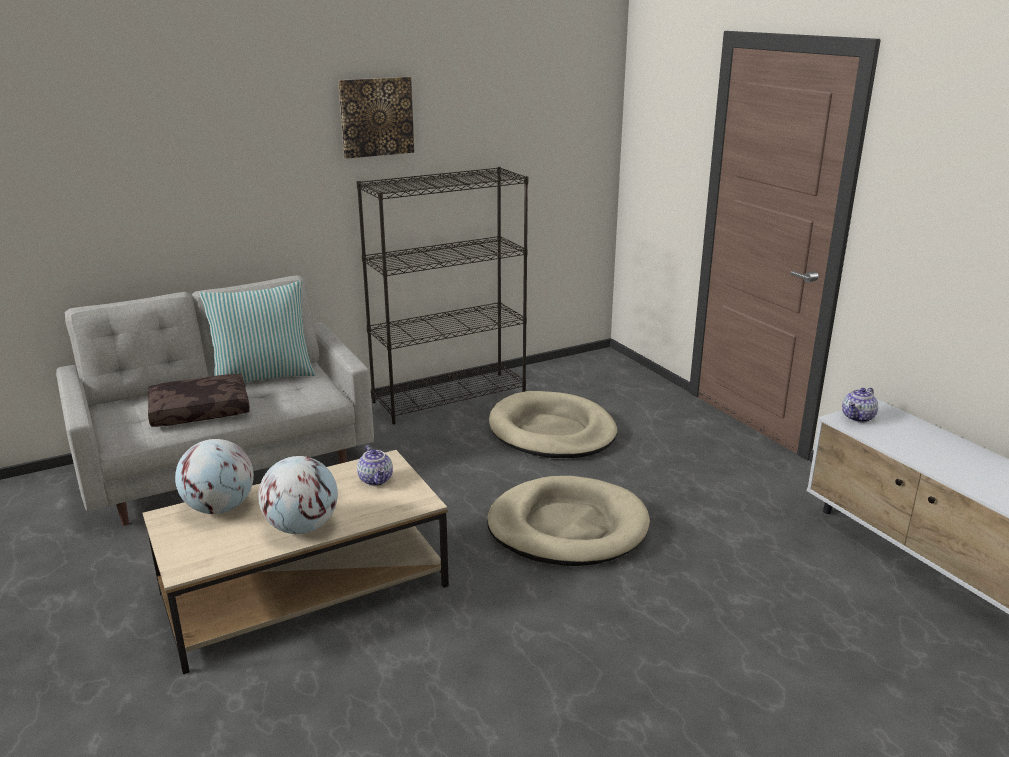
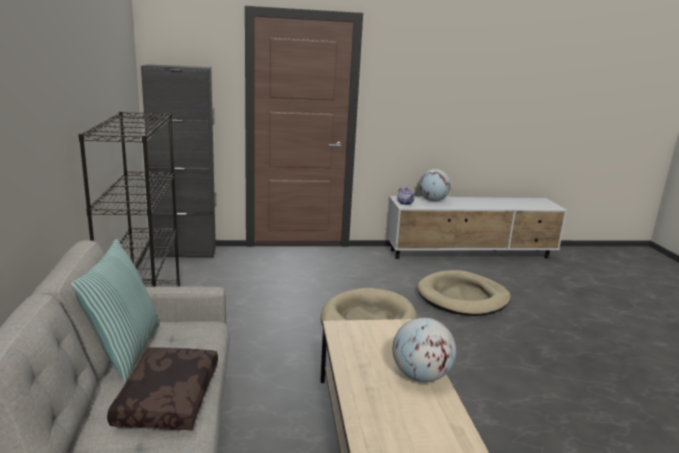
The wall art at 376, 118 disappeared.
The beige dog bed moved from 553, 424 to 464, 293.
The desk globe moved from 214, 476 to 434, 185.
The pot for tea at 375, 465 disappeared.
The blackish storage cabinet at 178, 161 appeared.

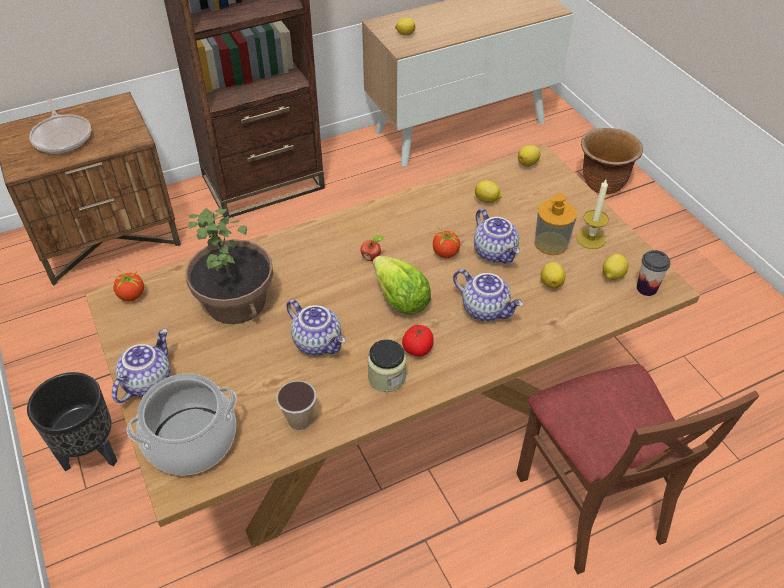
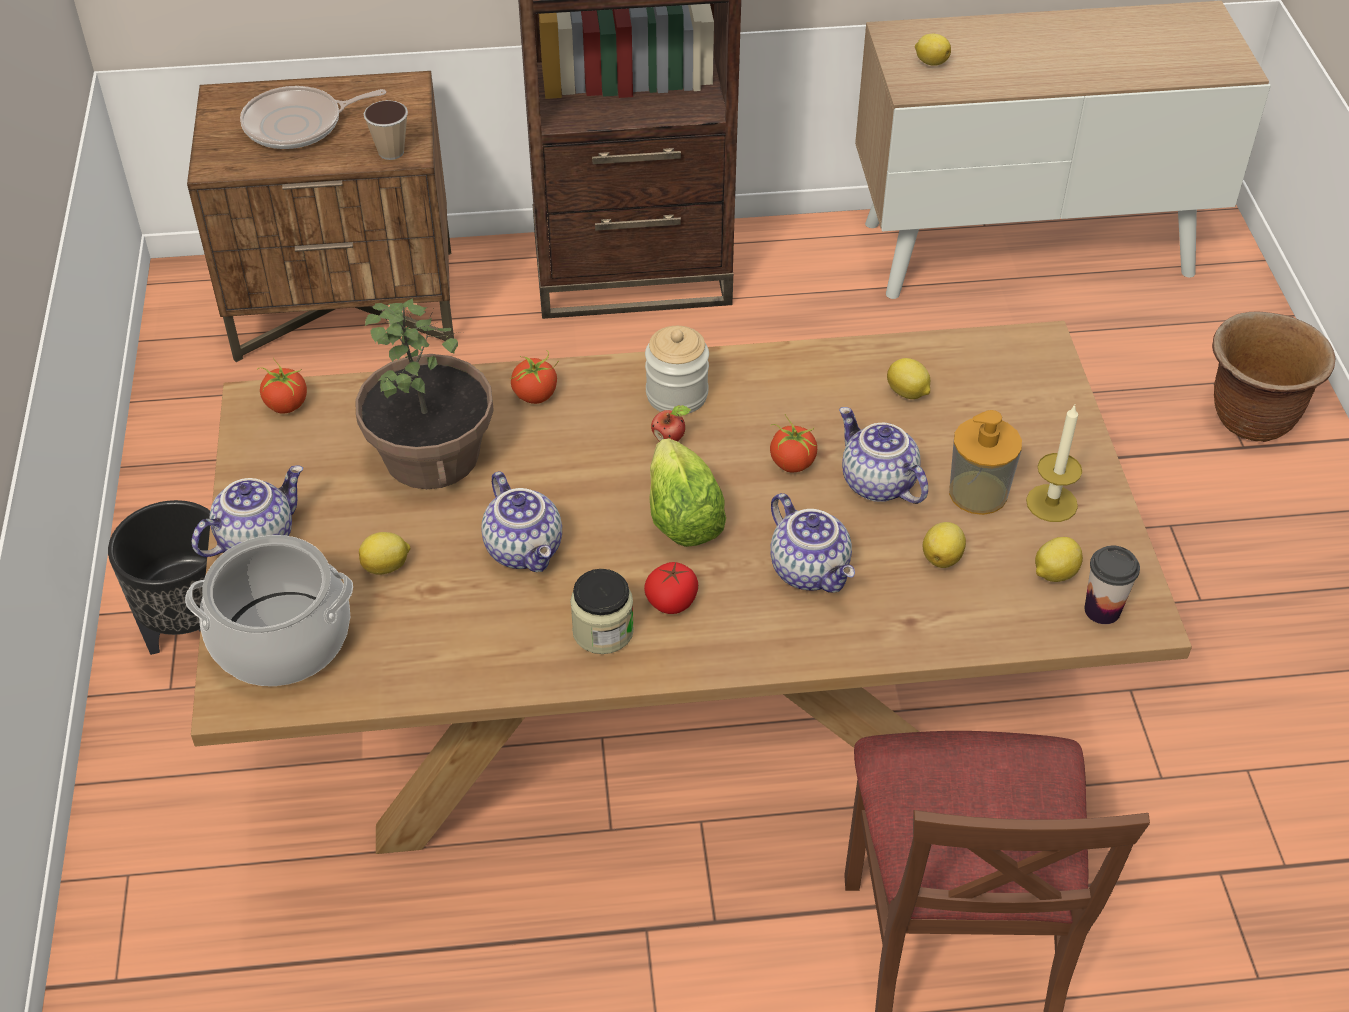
The pan at 60, 126 turned 75 degrees clockwise.
The whole lemon moved from 529, 156 to 384, 553.
The pot for tea at 497, 236 turned 150 degrees clockwise.
The drinking cup moved from 296, 405 to 386, 130.
The storage jar at 677, 370 appeared.
The whole tomato at 534, 377 appeared.

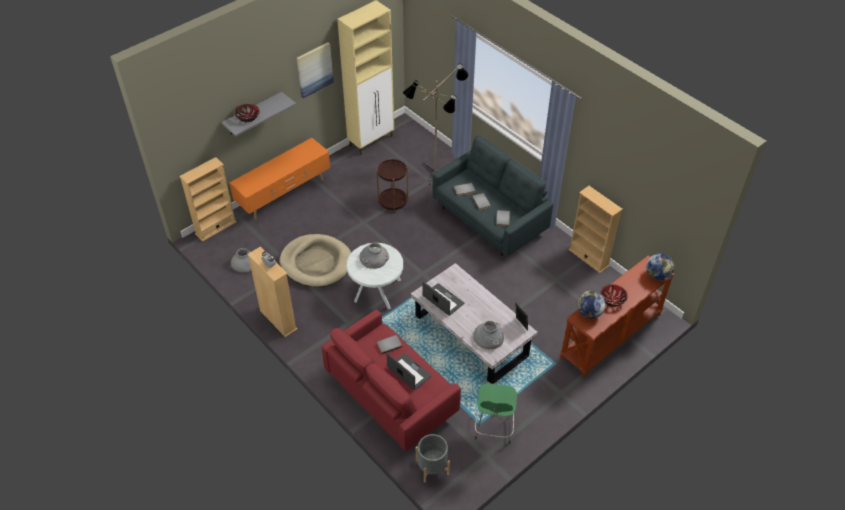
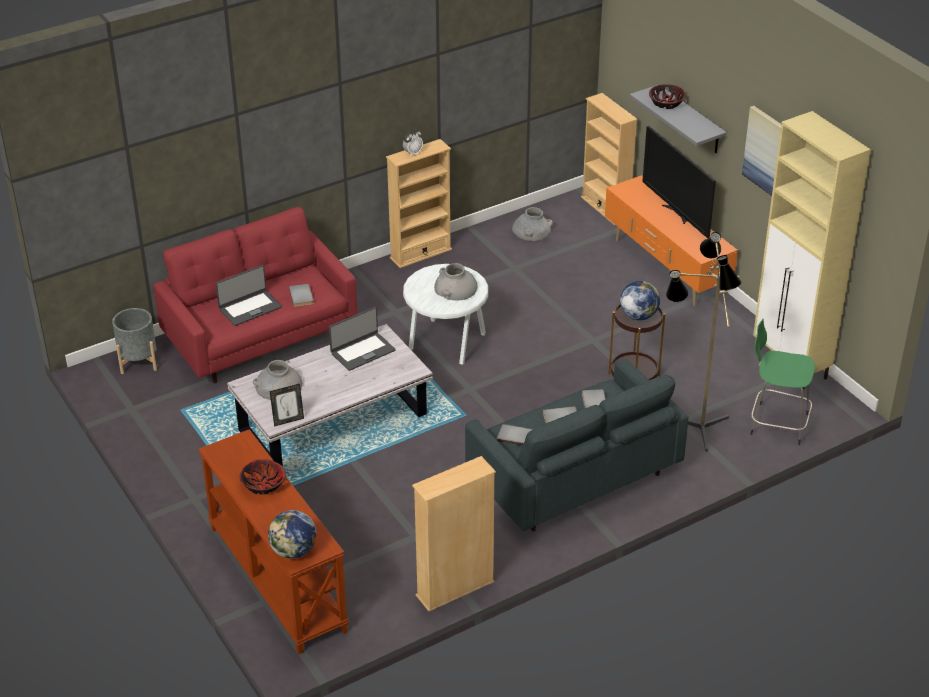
The beige dog bed at 315, 260 disappeared.
The desk globe moved from 591, 305 to 640, 300.
The green stool seat moved from 496, 413 to 782, 382.
The television at 679, 182 appeared.

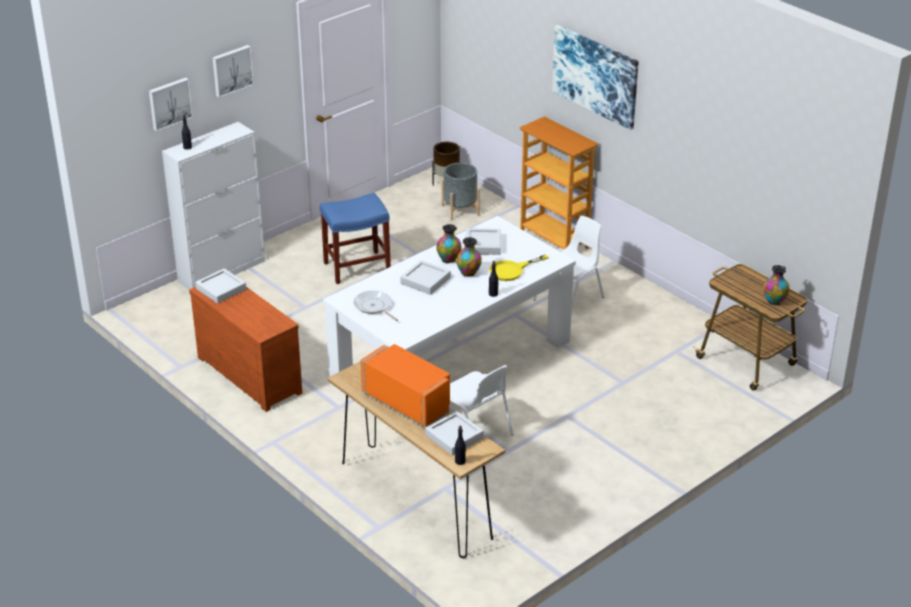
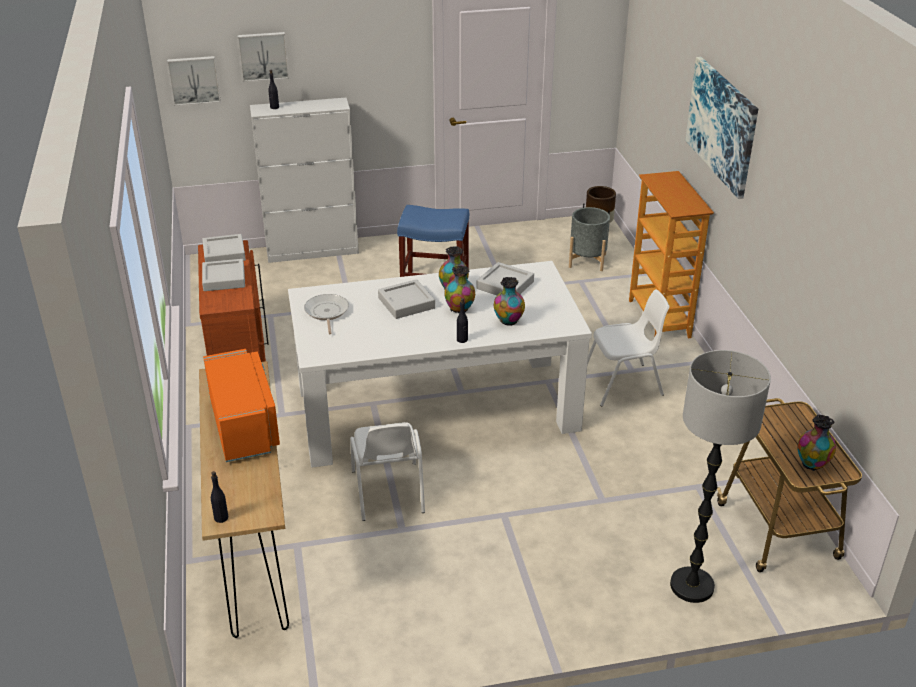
The wall art moved from 233, 71 to 194, 81.
The yellow-coloured pan at 518, 268 was replaced by the flower vase at 509, 301.
The gray serving tray moved from 454, 433 to 223, 275.
The standard lamp at 720, 476 appeared.

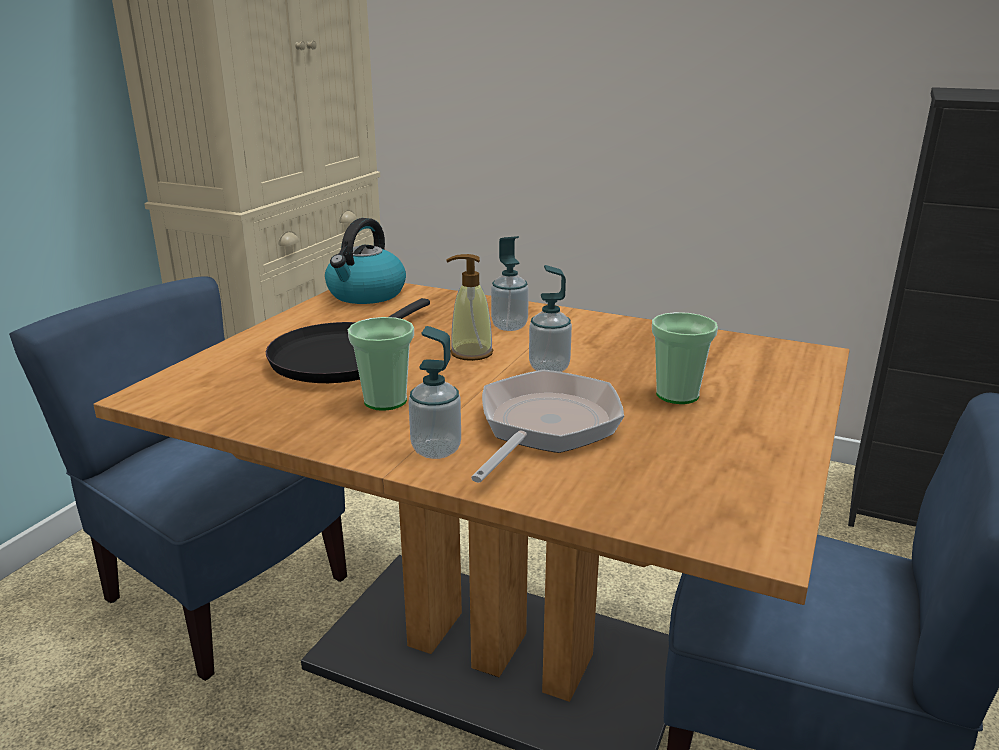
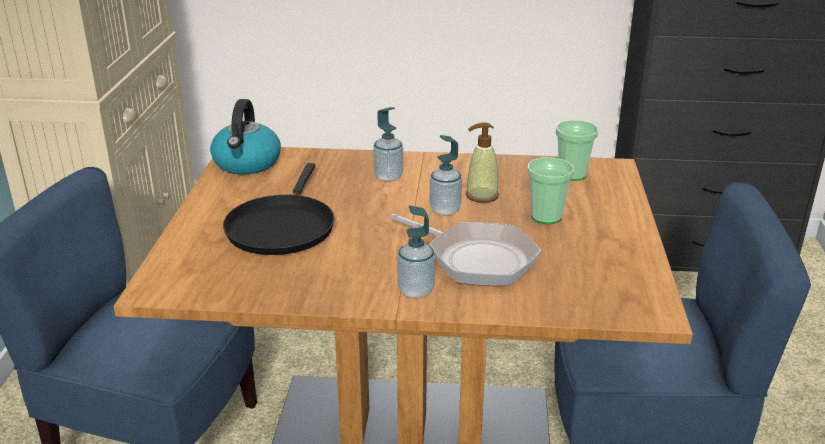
The soap bottle moved from 470, 307 to 482, 162.
The drinking cup moved from 381, 364 to 577, 150.
The pan at 547, 426 turned 120 degrees clockwise.

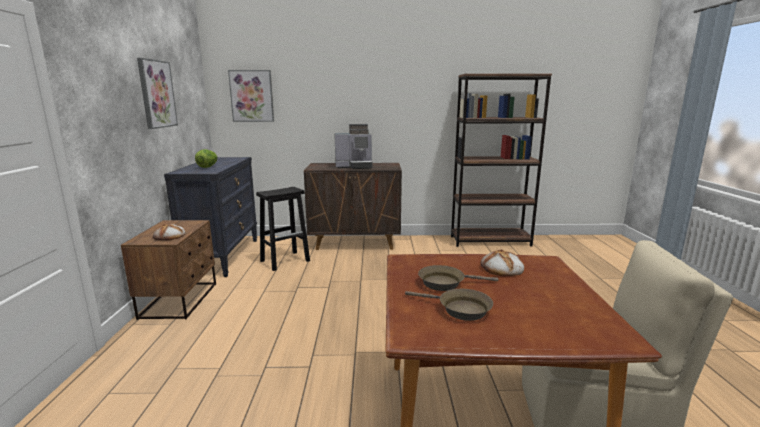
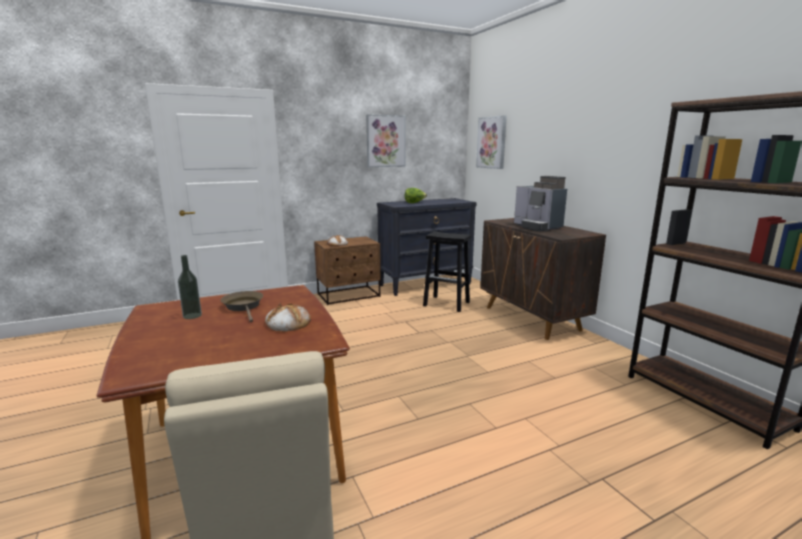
The brown pan at 449, 305 was replaced by the drink bottle at 190, 287.

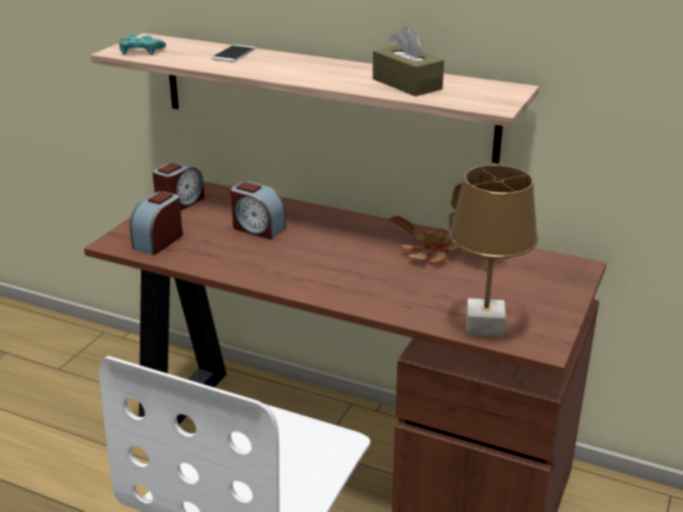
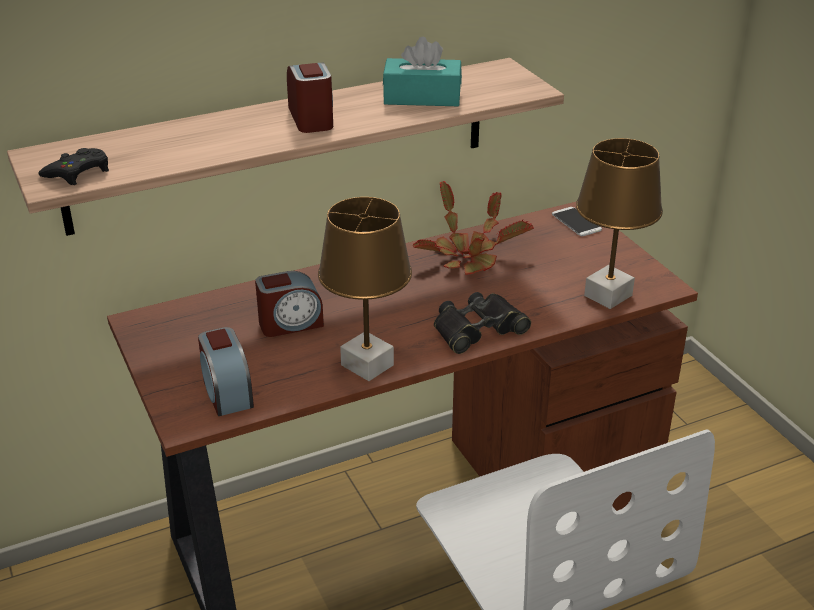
The brown tissue box at 408, 61 became the turquoise-coloured tissue box at 422, 71.
The turquoise-coloured joypad at 142, 44 became the blackish joypad at 73, 166.
The telephone moved from 233, 53 to 577, 221.
The table clock moved from 178, 186 to 310, 97.
The brown table lamp at 365, 289 appeared.
The blackish binoculars at 482, 323 appeared.

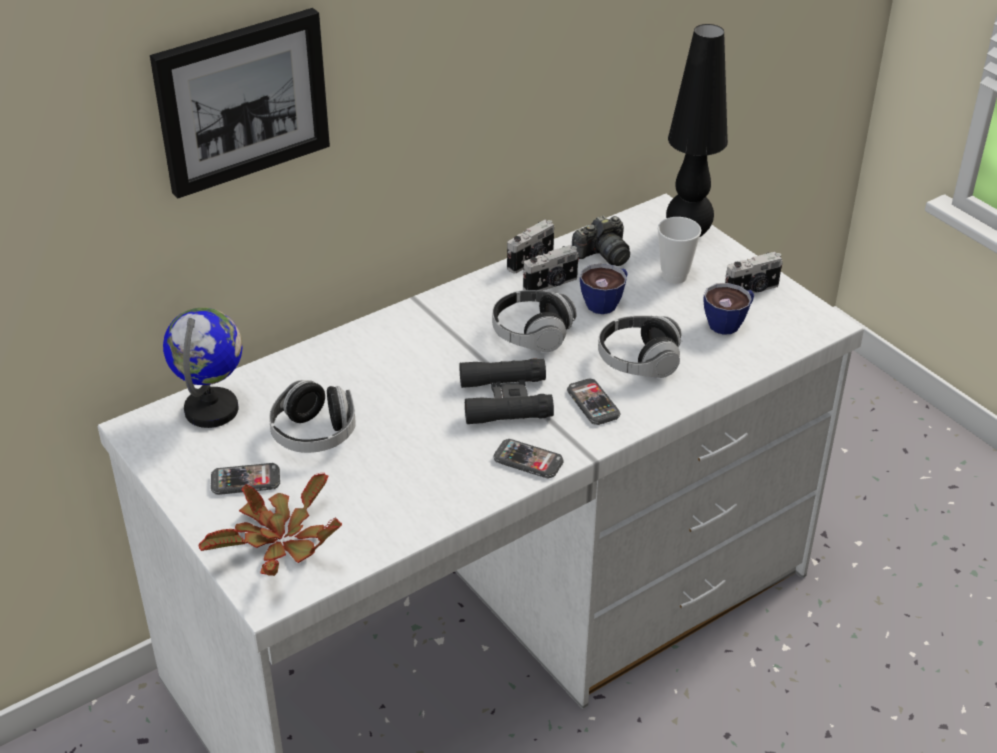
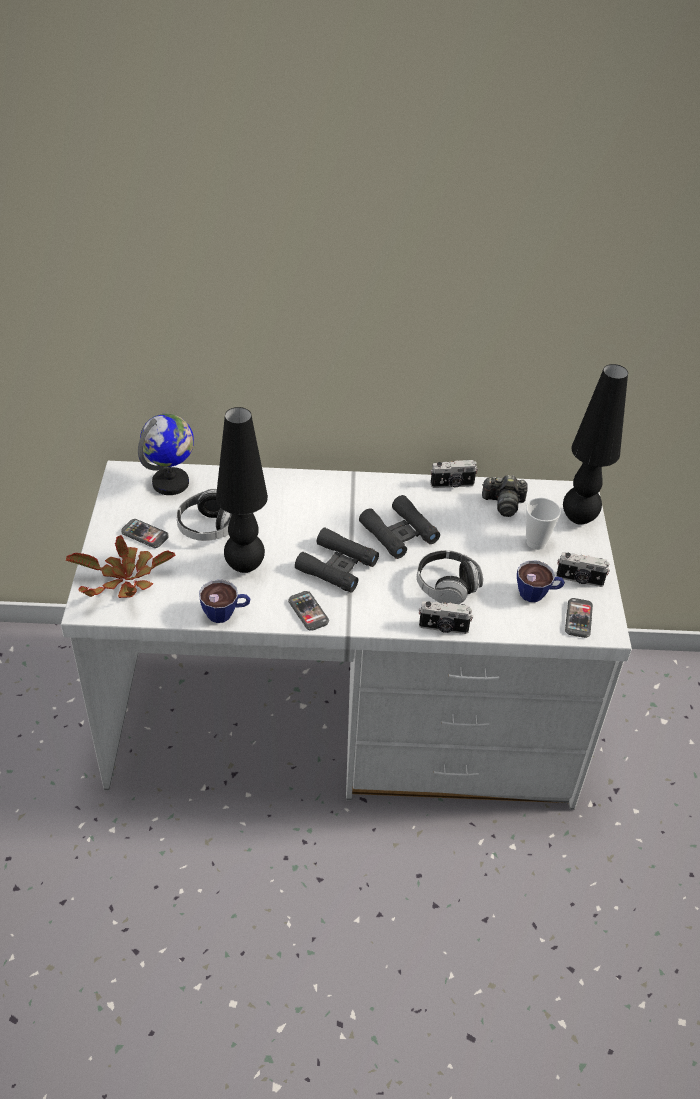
The wall art at 240, 103 disappeared.
The photo camera moved from 551, 268 to 446, 617.
The drinking cup moved from 603, 288 to 224, 601.
The headset at 534, 321 was replaced by the blackish binoculars at 399, 527.
The telephone moved from 594, 401 to 579, 618.
The blackish table lamp at 242, 490 appeared.

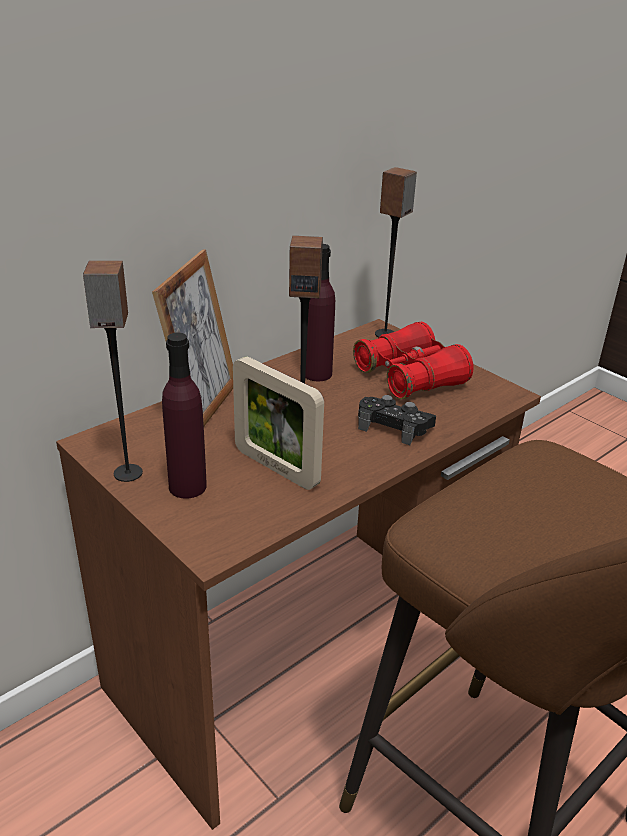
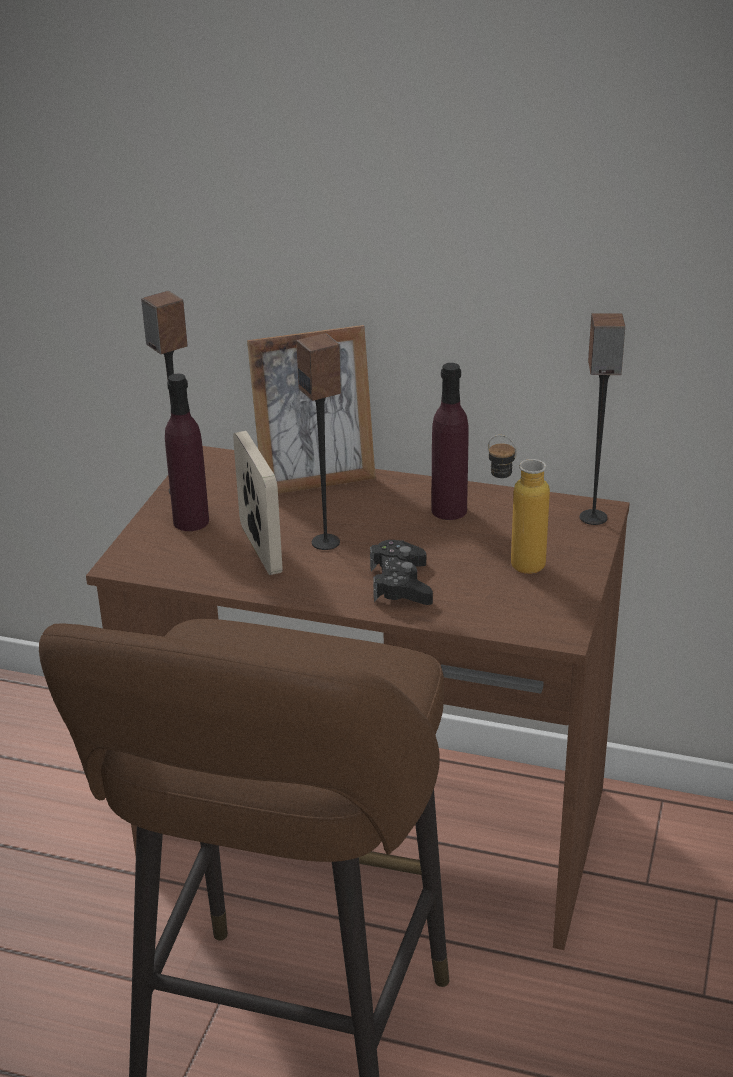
The red binoculars at 413, 360 was replaced by the drink bottle at 519, 504.
The picture frame at 278, 423 turned 150 degrees clockwise.

